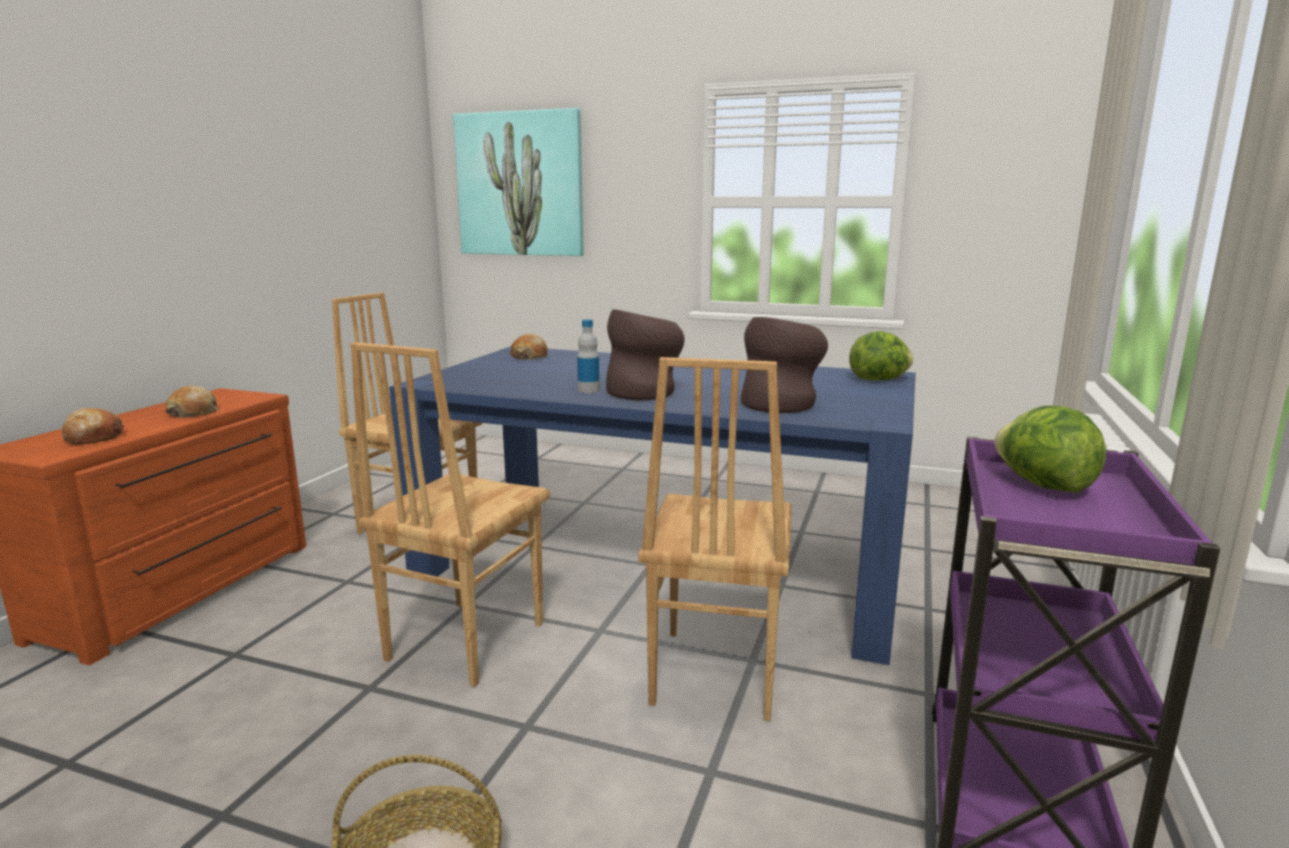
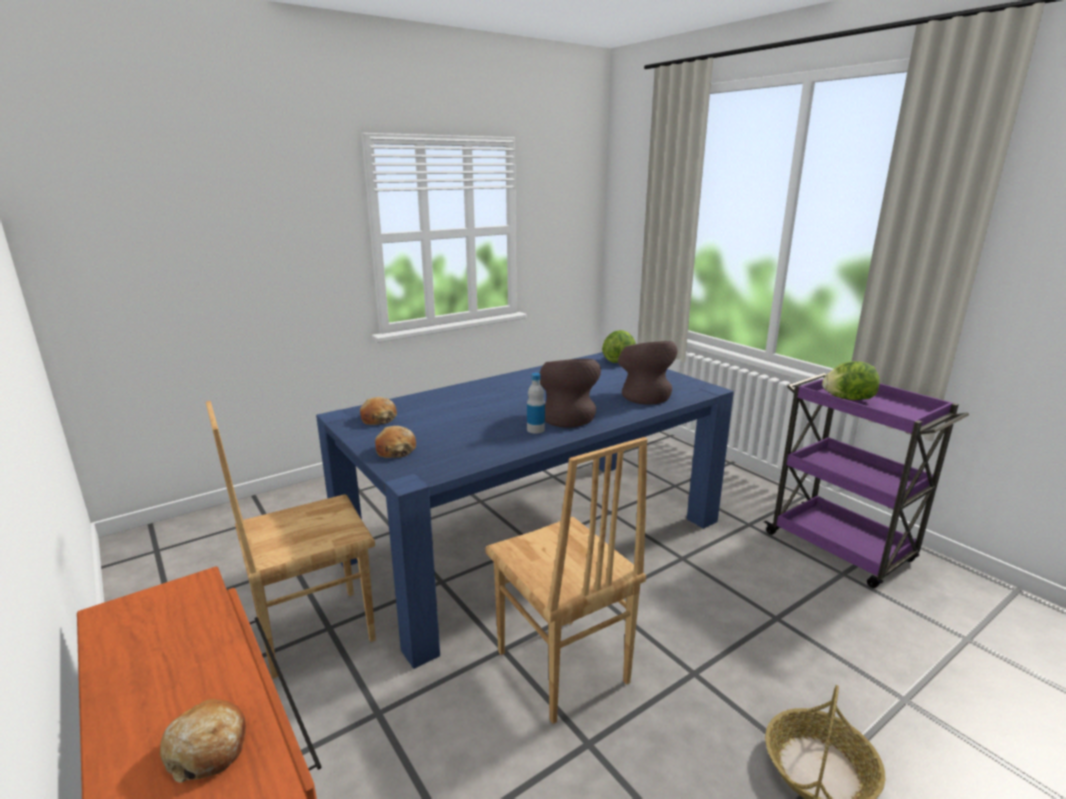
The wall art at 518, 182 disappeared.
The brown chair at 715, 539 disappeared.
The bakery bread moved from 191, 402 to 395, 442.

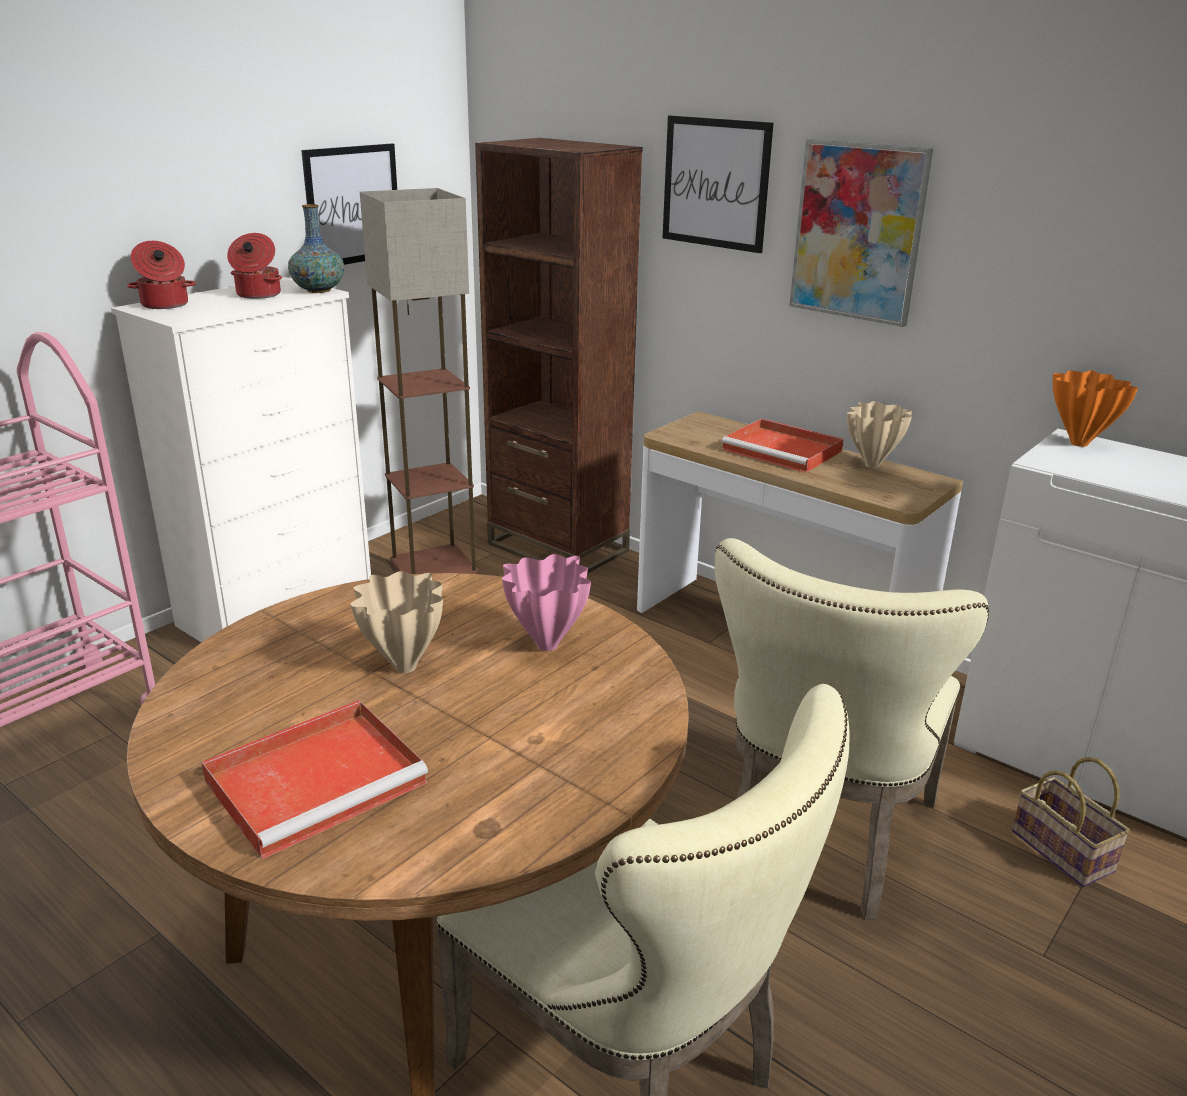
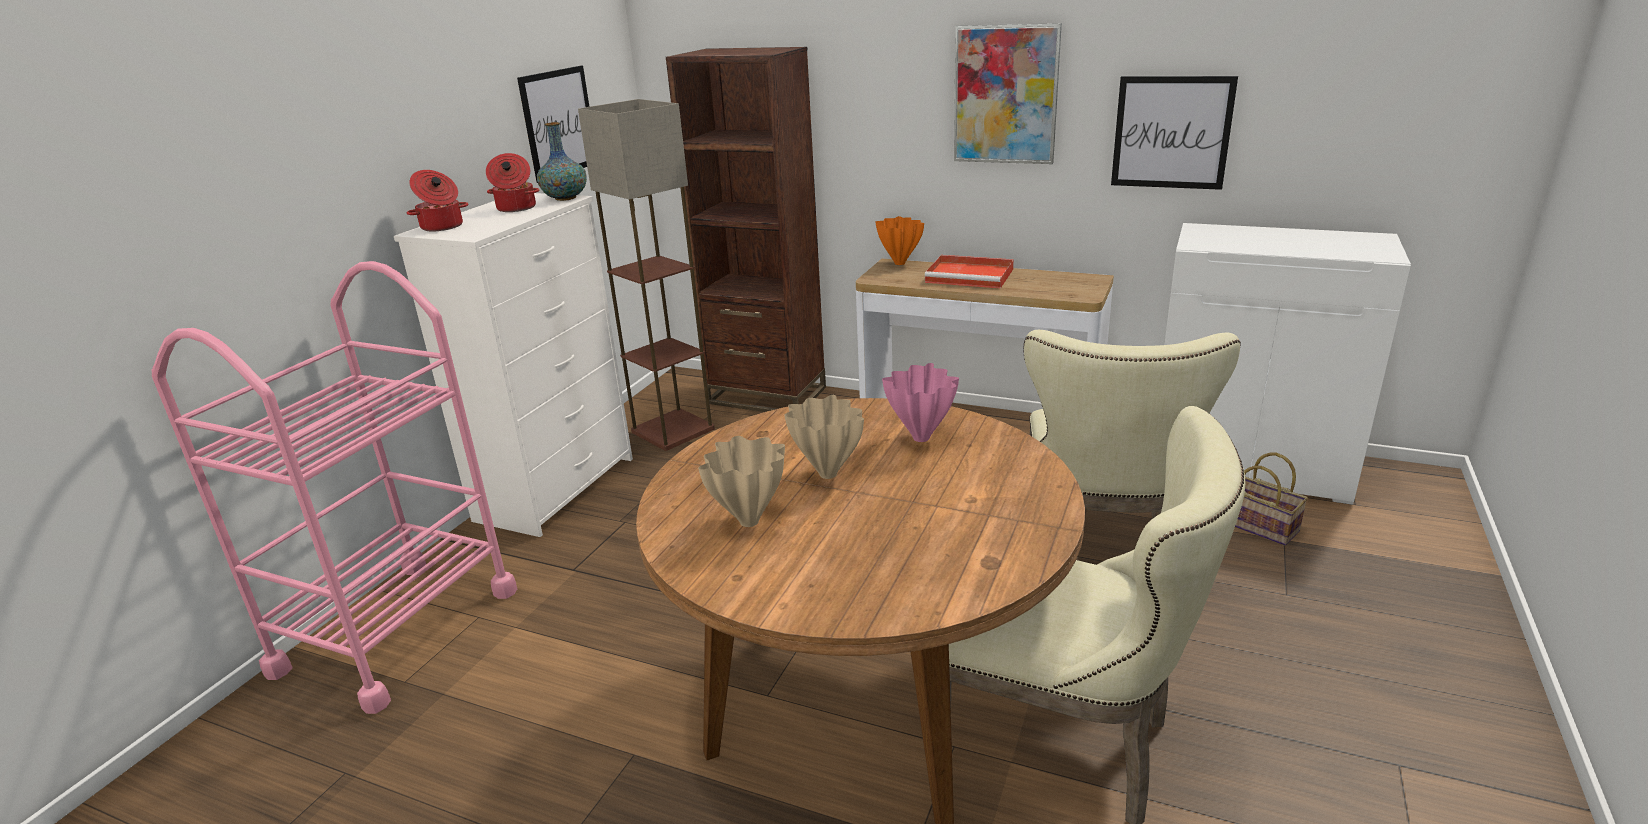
The wall art moved from 718, 184 to 1174, 133.
The orange flower vase moved from 1095, 408 to 899, 240.
The beige flower vase moved from 879, 434 to 741, 481.
The red serving tray at 315, 779 disappeared.

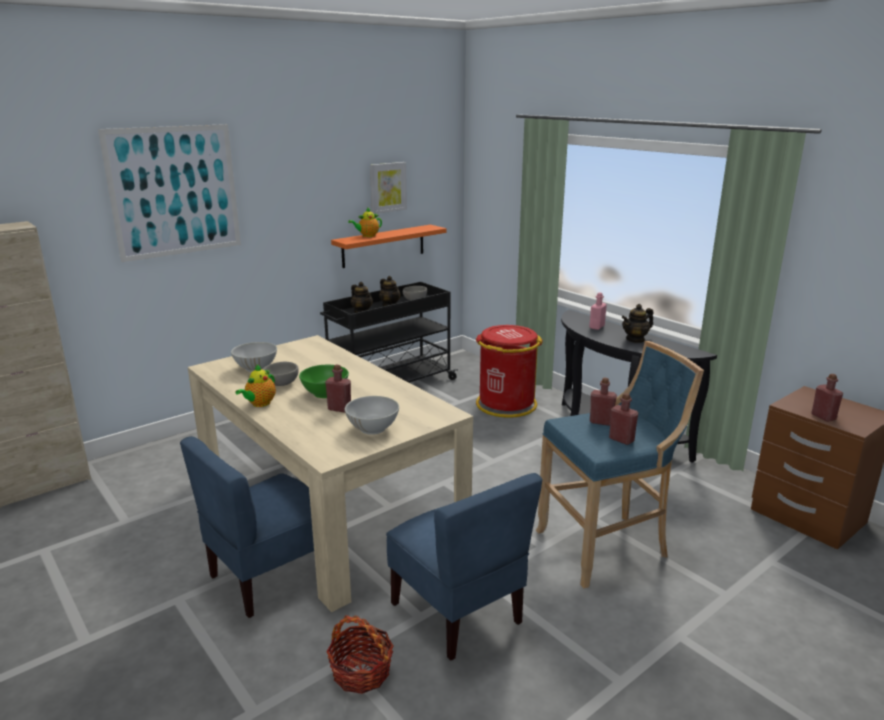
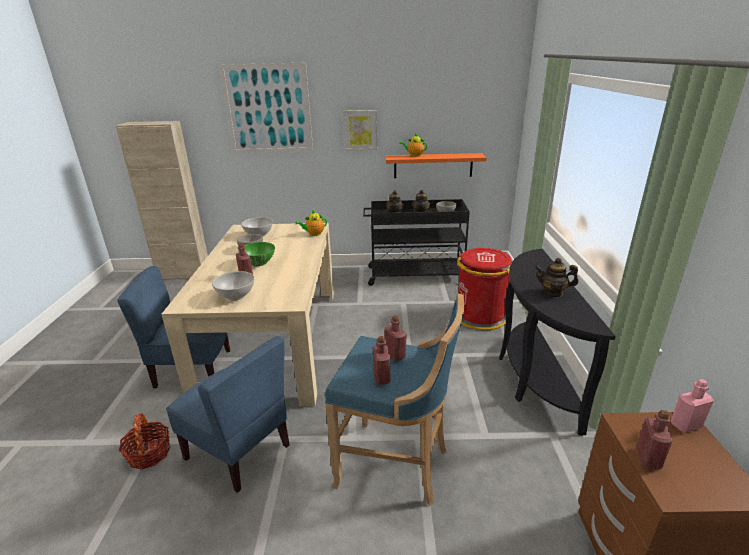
The wall art moved from 388, 188 to 360, 130.
The pink drink bottle moved from 598, 311 to 692, 406.
The pot for tea moved from 255, 385 to 311, 223.
The blue-coloured chair at 464, 567 turned 60 degrees counterclockwise.

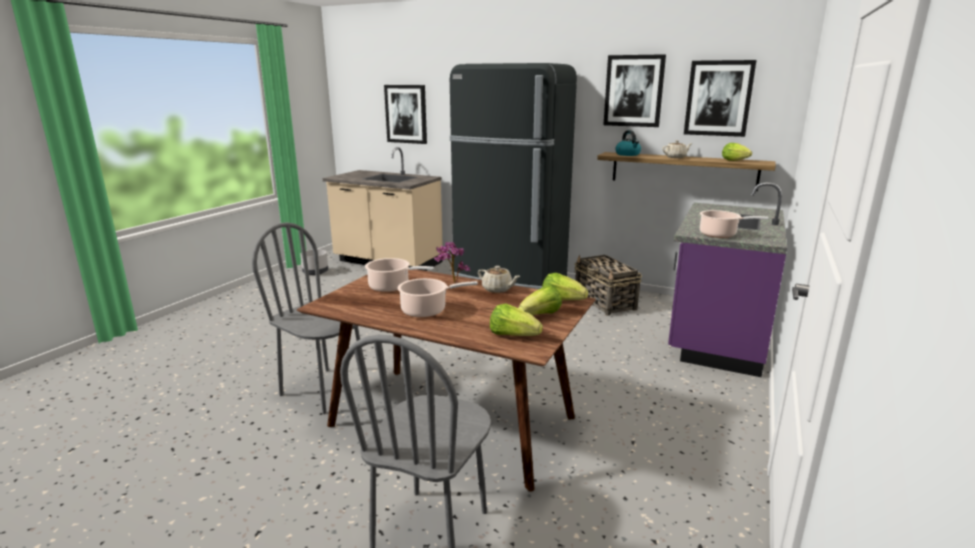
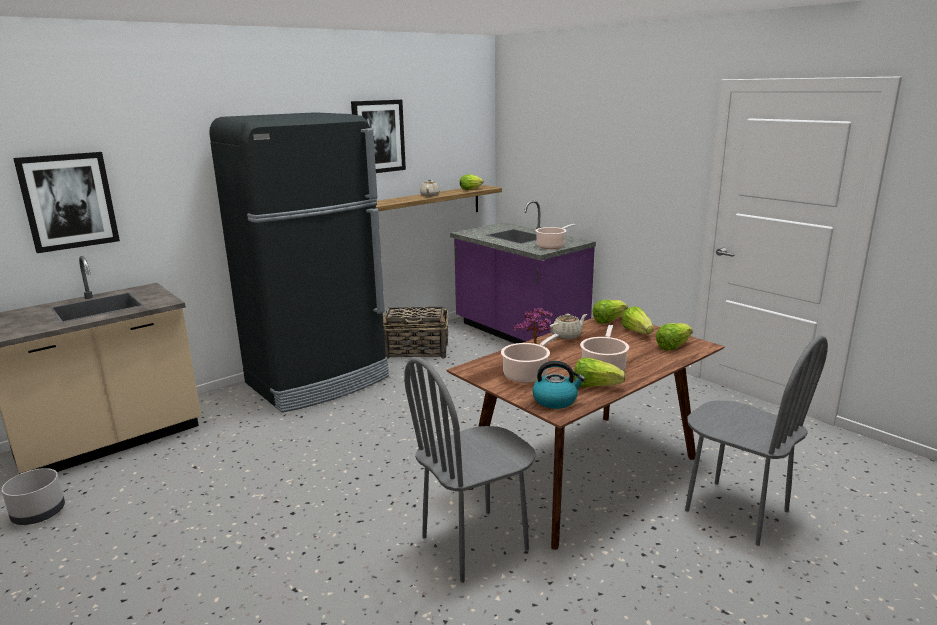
The wall art at 720, 98 disappeared.
The water kettle moved from 628, 143 to 558, 385.
The lettuce head at 600, 372 appeared.

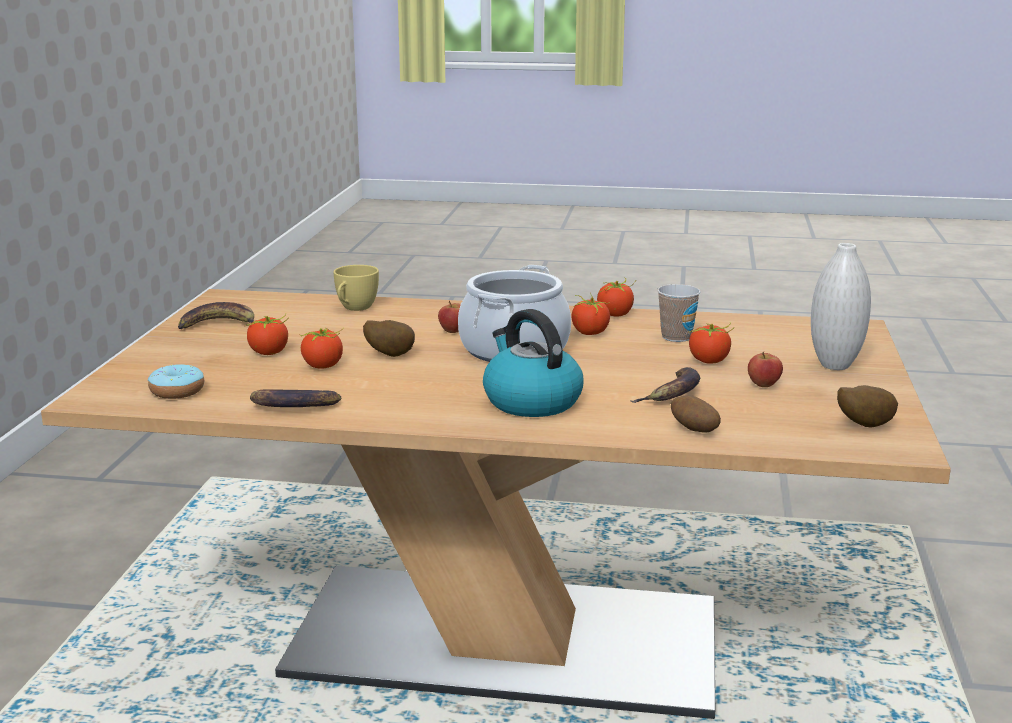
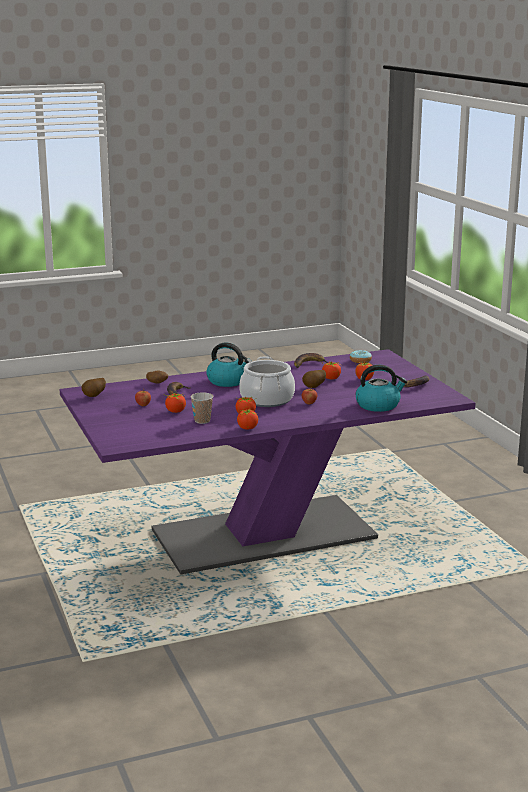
The whitish flower vase at 841, 306 disappeared.
The yellow-coloured drinking cup at 356, 288 was replaced by the water kettle at 381, 388.
The beige dining table at 496, 504 became the purple dining table at 267, 462.

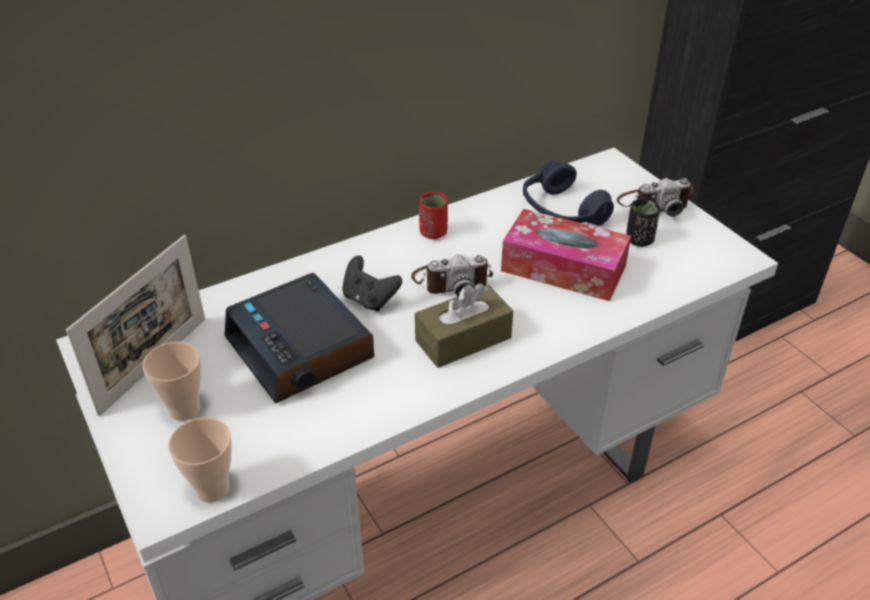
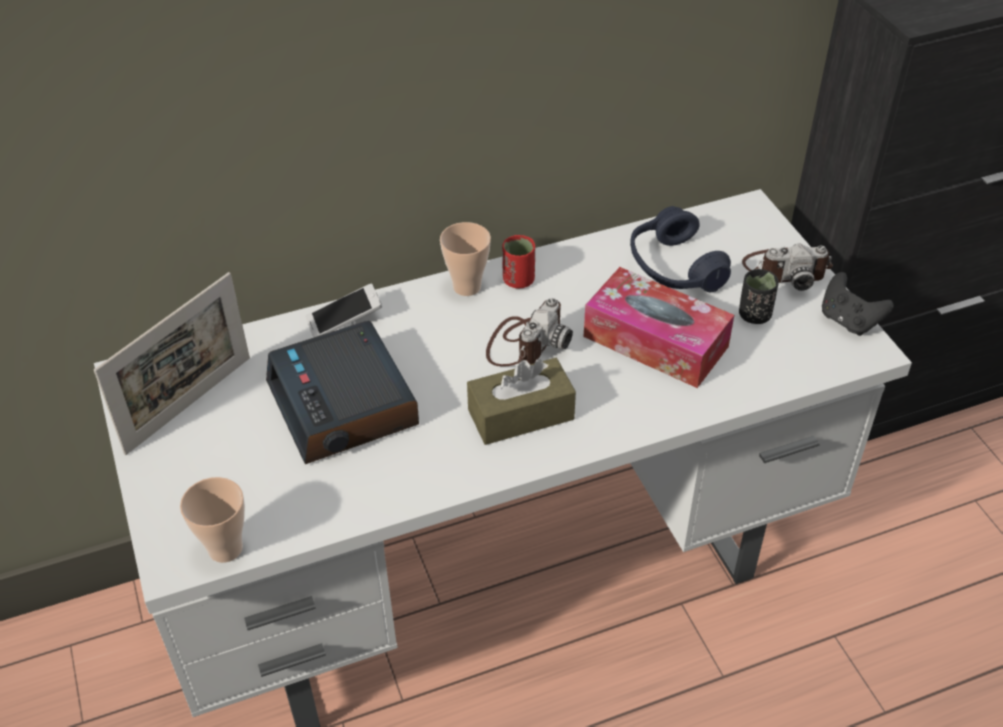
The photo camera at 452, 275 turned 60 degrees counterclockwise.
The blackish joypad moved from 372, 284 to 858, 304.
The drinking cup moved from 171, 381 to 465, 259.
The telephone at 343, 311 appeared.

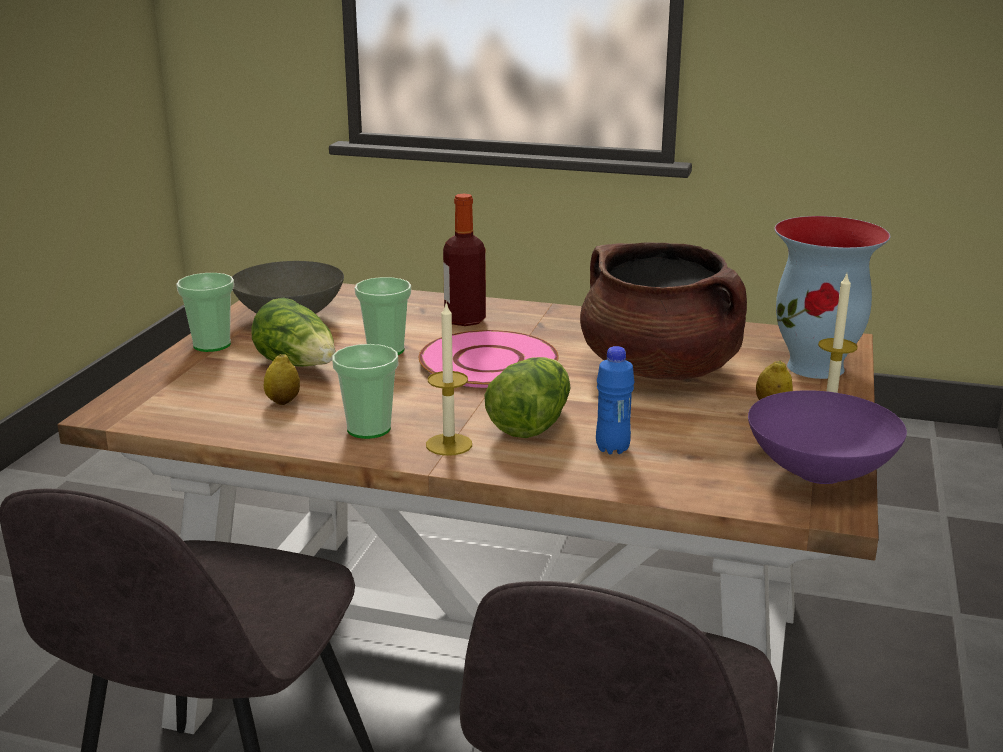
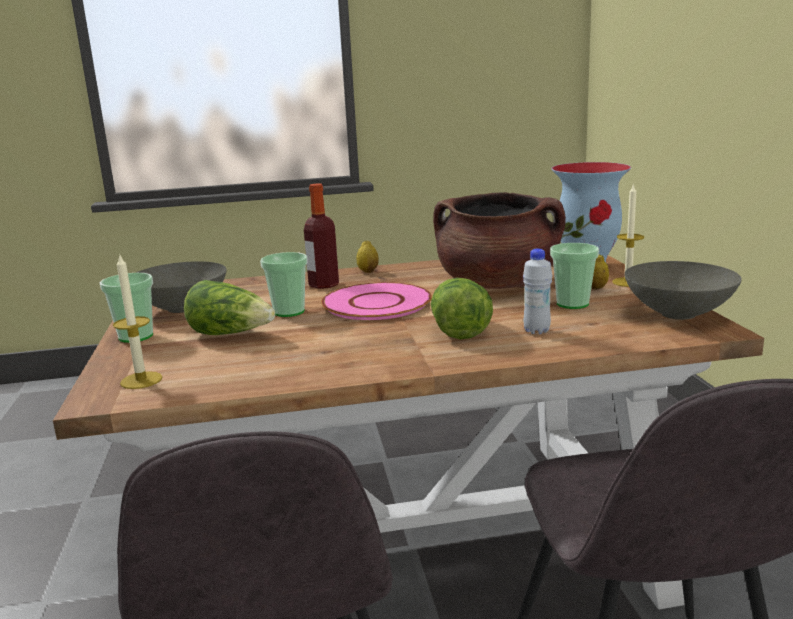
The wax light moved from 449, 378 to 137, 321.
The drinking cup moved from 365, 391 to 574, 276.
The blue-coloured drink bottle at 615, 400 became the whitish drink bottle at 537, 291.
The whole lemon moved from 282, 379 to 368, 256.
The purple deep dish at 827, 437 became the gray deep dish at 683, 290.

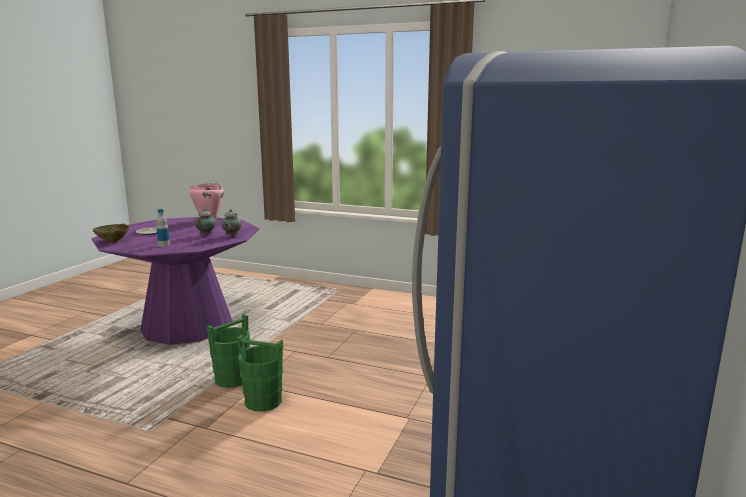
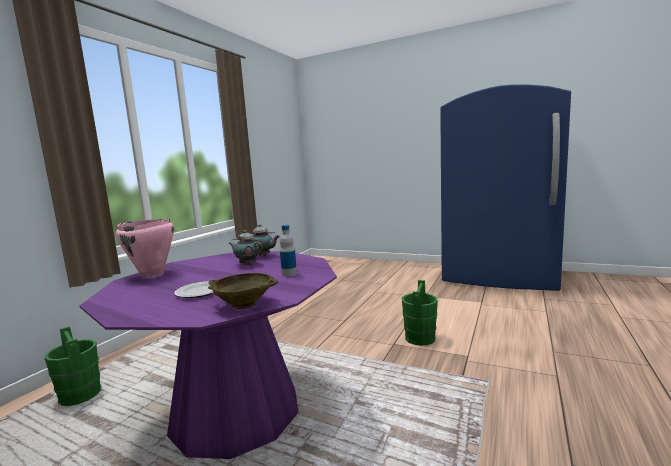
The green water bucket moved from 228, 351 to 72, 366.

